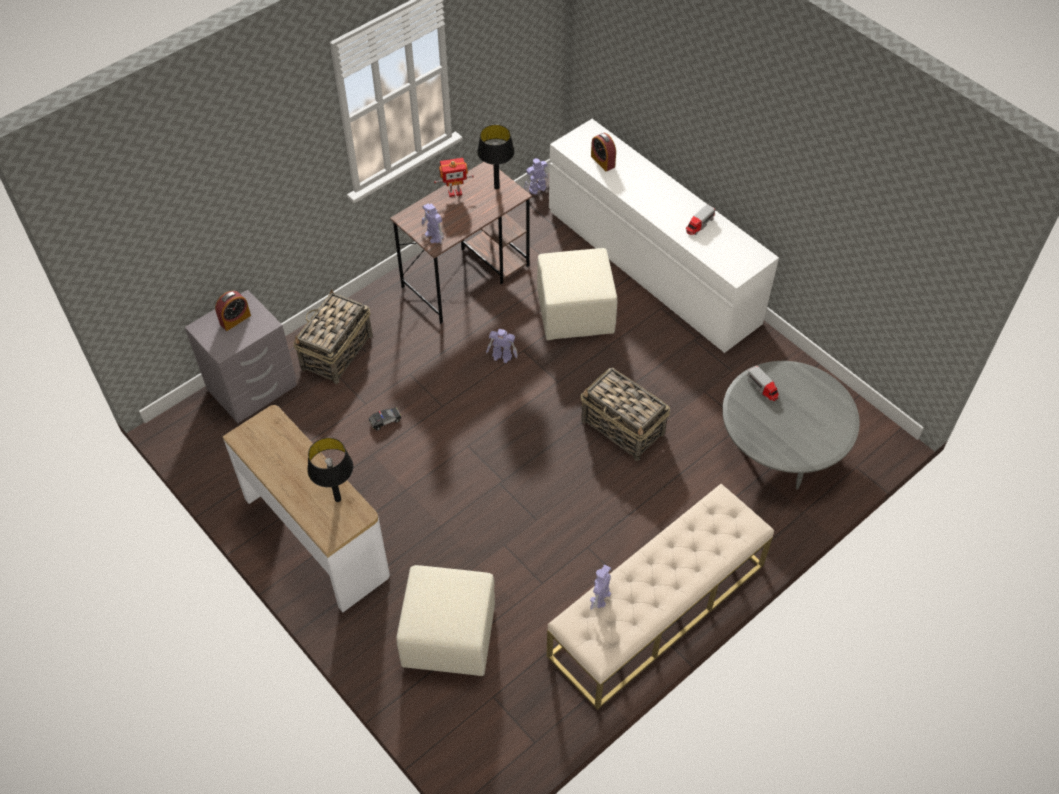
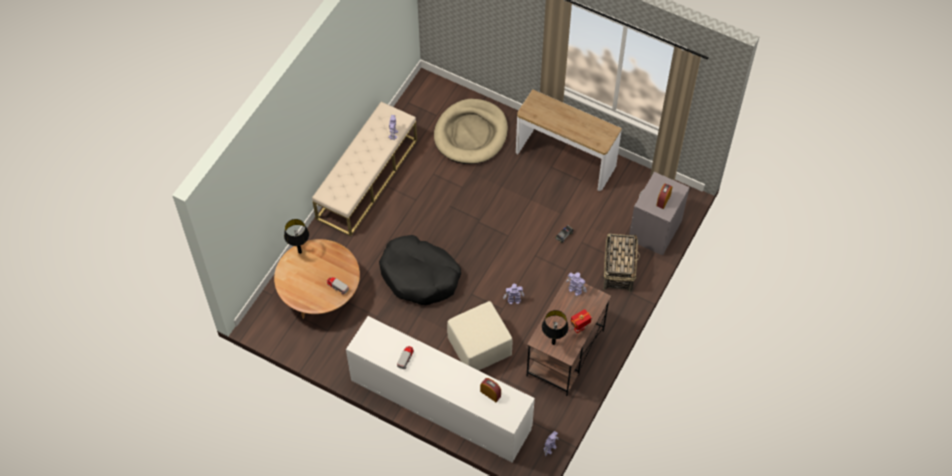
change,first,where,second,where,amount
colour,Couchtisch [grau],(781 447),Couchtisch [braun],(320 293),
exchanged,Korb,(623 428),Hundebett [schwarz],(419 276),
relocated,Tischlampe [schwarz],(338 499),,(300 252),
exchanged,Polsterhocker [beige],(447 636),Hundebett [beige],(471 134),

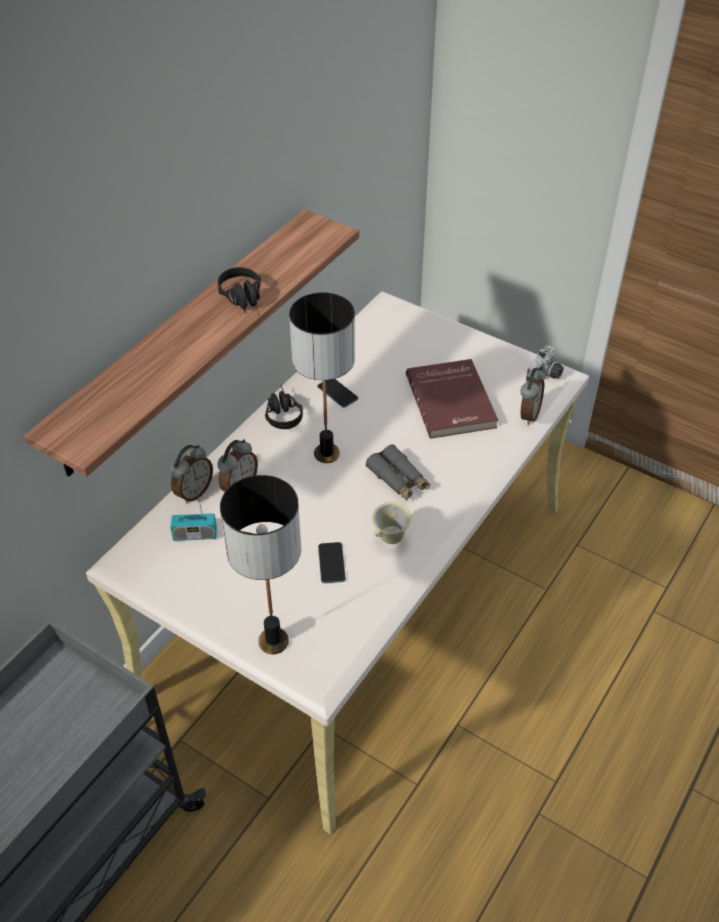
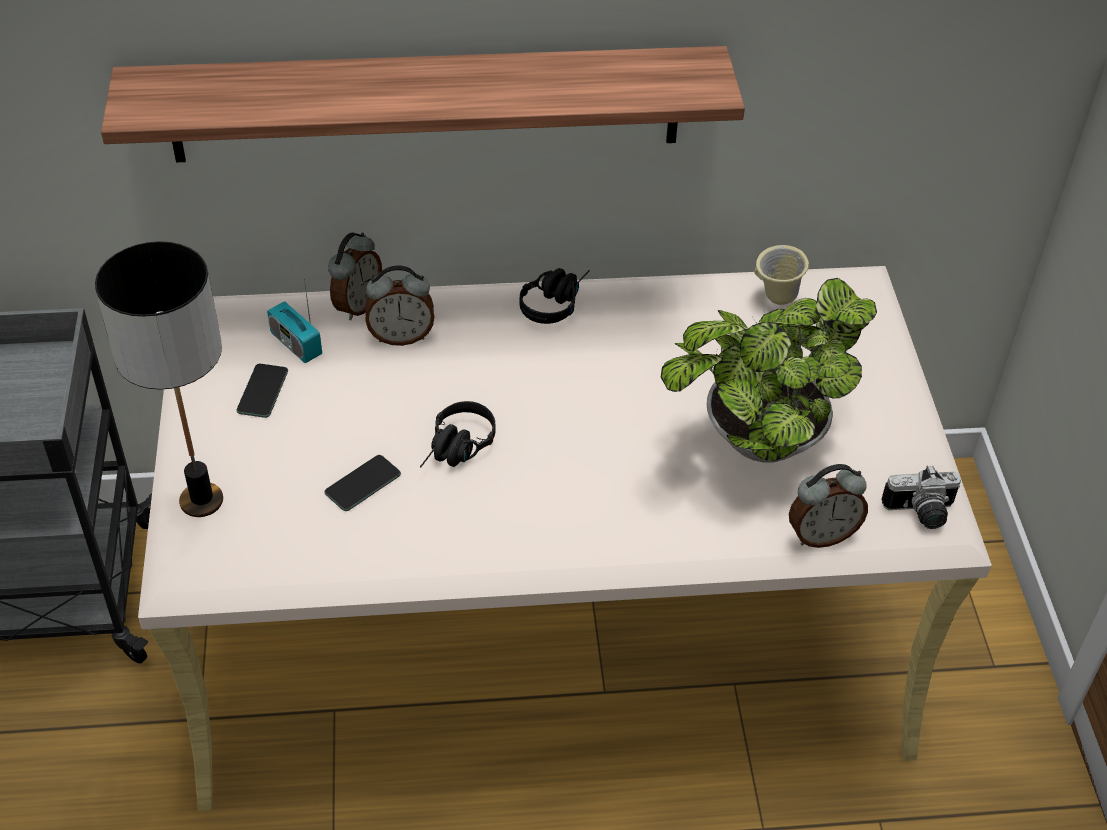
change,first,where,second,where,amount
relocated,Kopfhörer [schwarz],(244 300),,(457 450),
missing,Tischlampe,(326 454),,,
exchanged,Buch [rot],(452 401),Topfpflanze,(755 443),
relocated,Handy,(337 393),,(262 391),
spun,Wecker,(193 492),,(356 305),60 degrees counterclockwise
missing,Fernglas [grau],(398 479),,,
relocated,Henkelbecher [beige],(390 540),,(776 299),

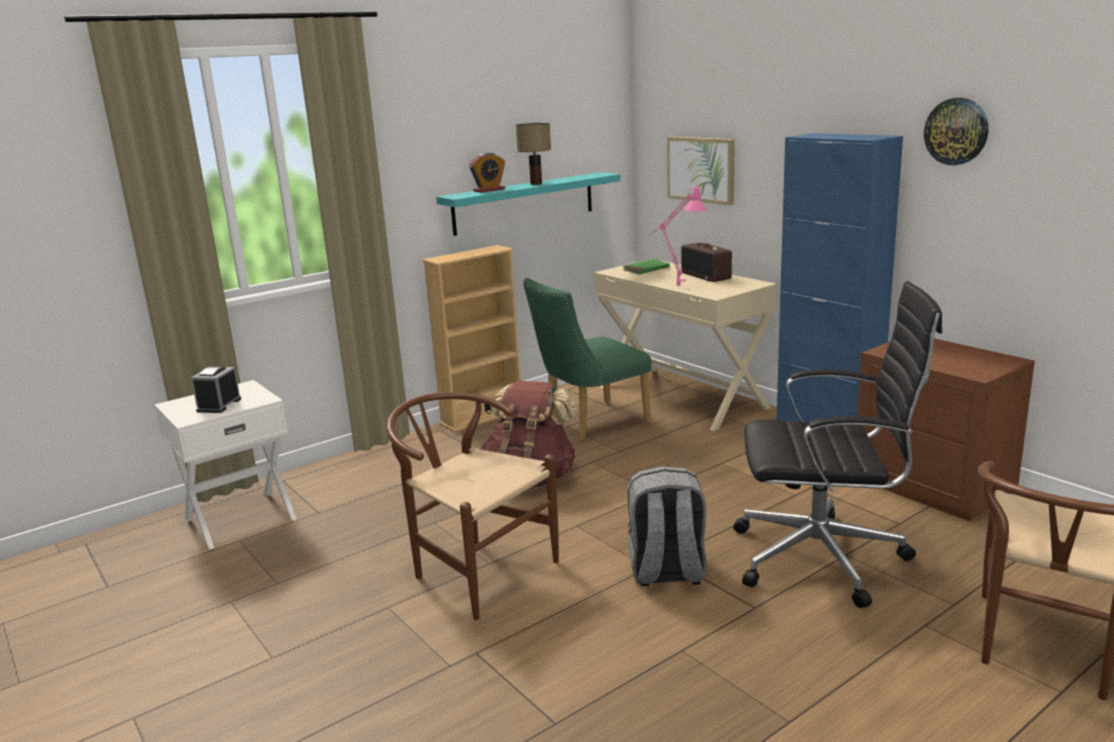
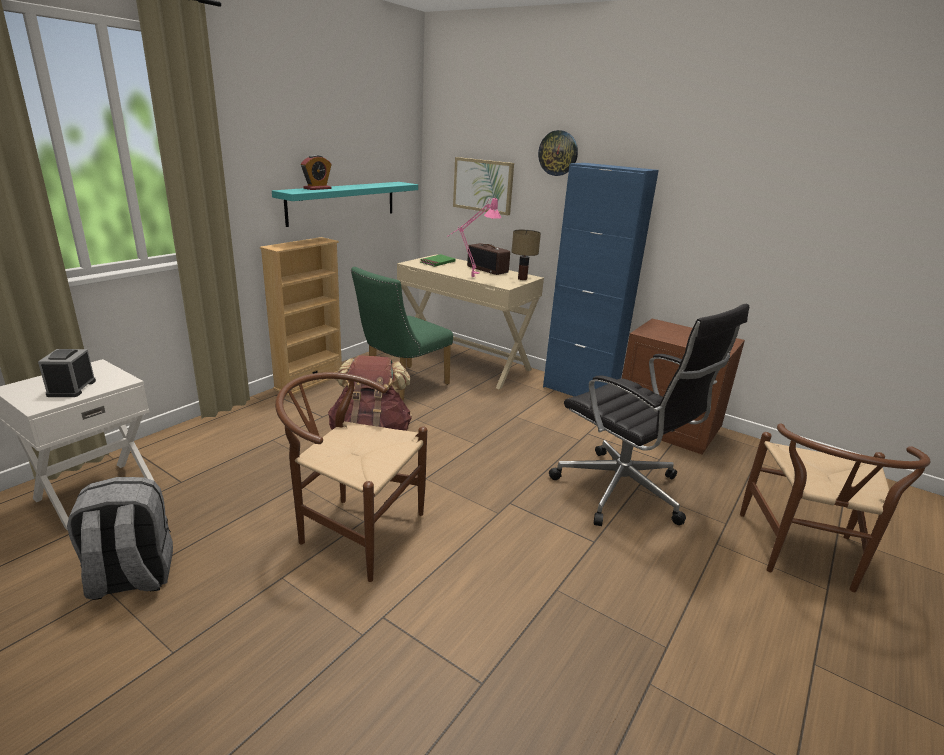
change,first,where,second,where,amount
relocated,Wanduhr,(956 131),,(558 153),
relocated,Tischlampe,(536 183),,(523 279),
spun,Bürostuhl [schwarz],(824 558),,(623 492),60 degrees clockwise
relocated,Rucksack [grau],(666 572),,(131 578),

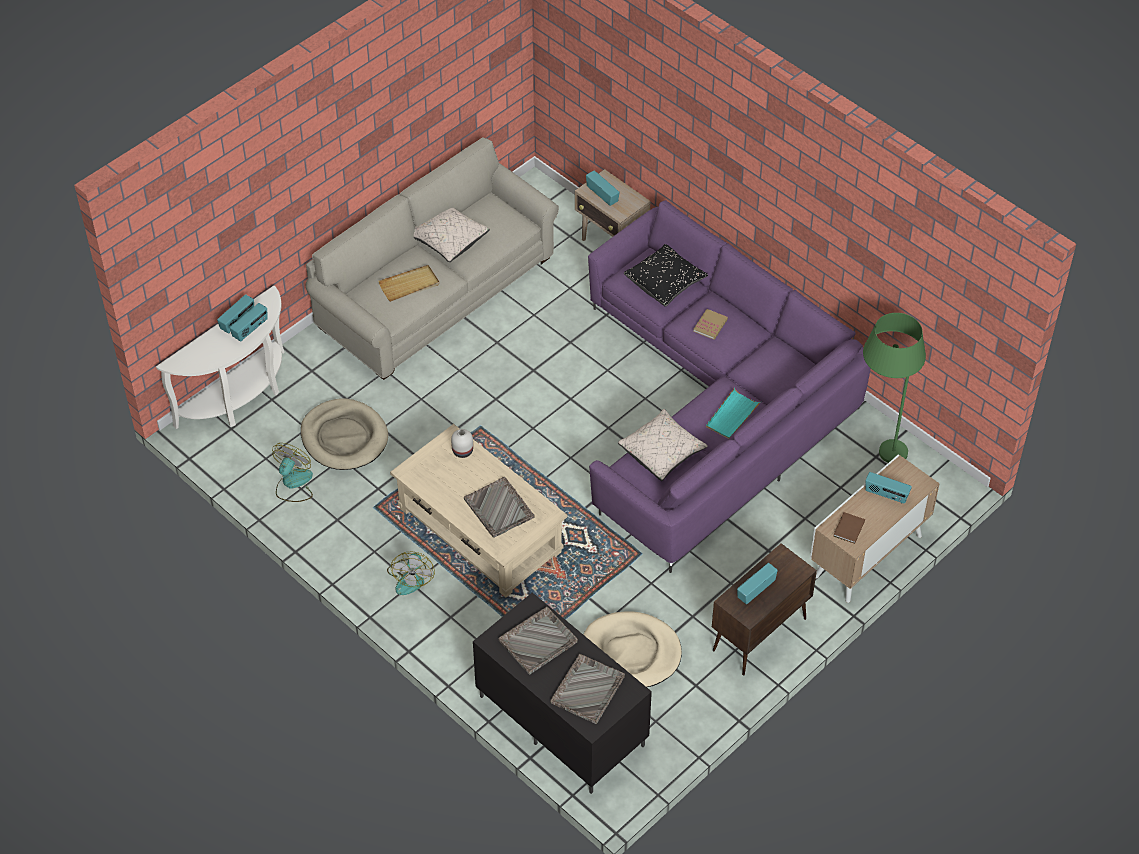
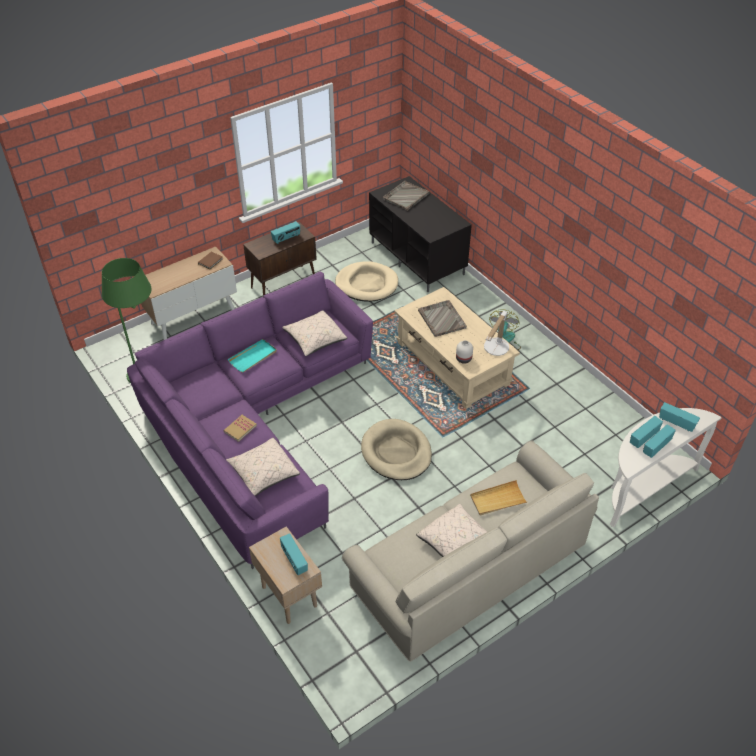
change,first,where,second,where,amount
colour,Kissen [schwarz],(665 282),Kissen [beige],(263 474),
relocated,Hundebett [beige],(344 437),,(396 452),
missing,Ventilator,(293 484),,,
relocated,Radio,(886 495),,(676 423),
missing,Tablett [grau],(538 641),,,
appeared,,,Tischlampe,(495 349),

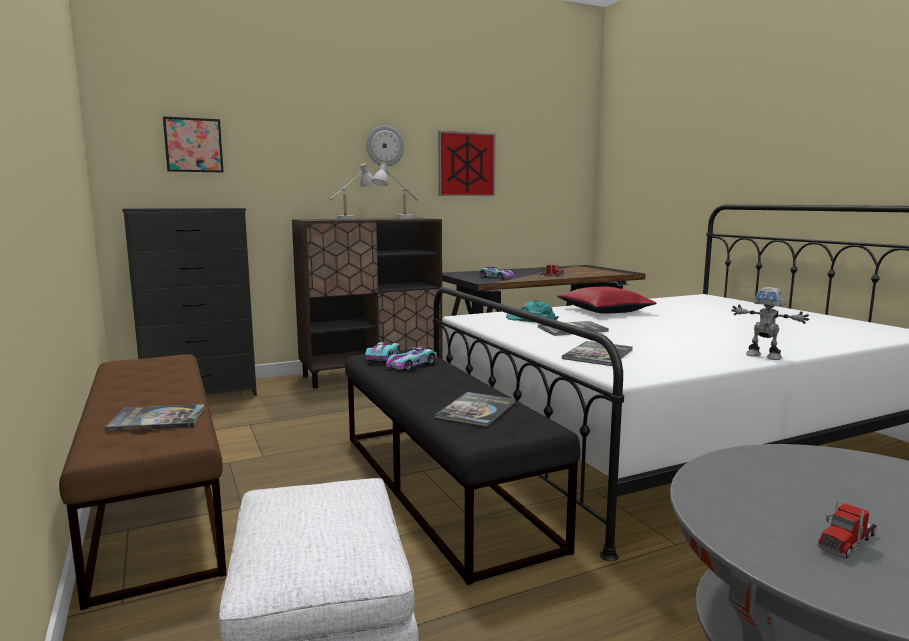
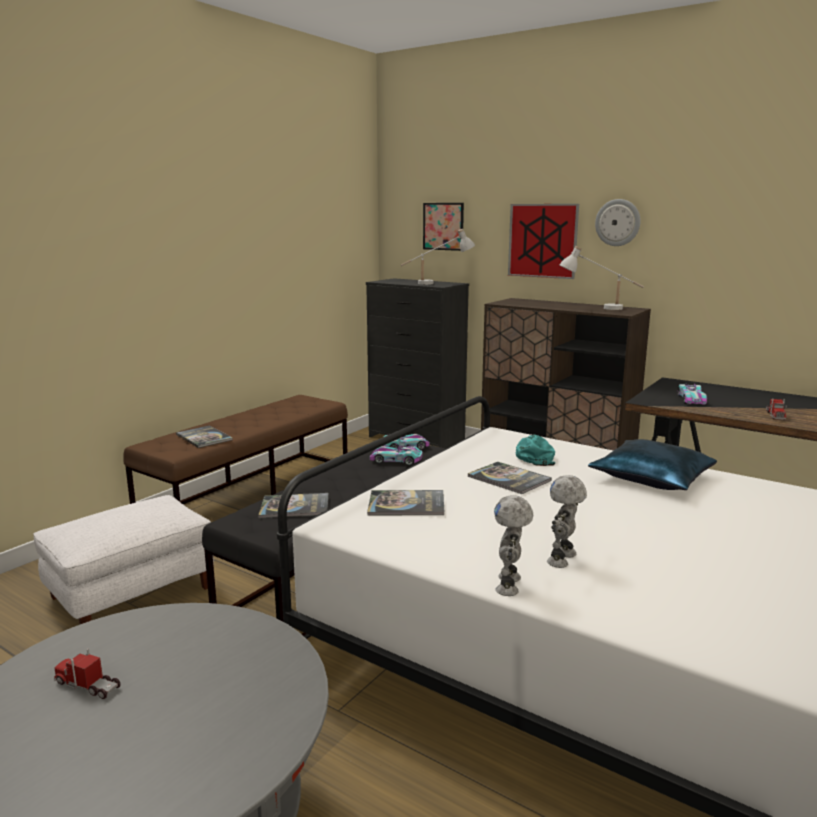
change,first,where,second,where,amount
relocated,Bild,(466 164),,(542 240),
relocated,Tischlampe [weiß],(352 219),,(437 283),
colour,Kissen [rot],(605 311),Kissen [blau],(651 477),
appeared,,,Spielzeugroboter,(563 559),

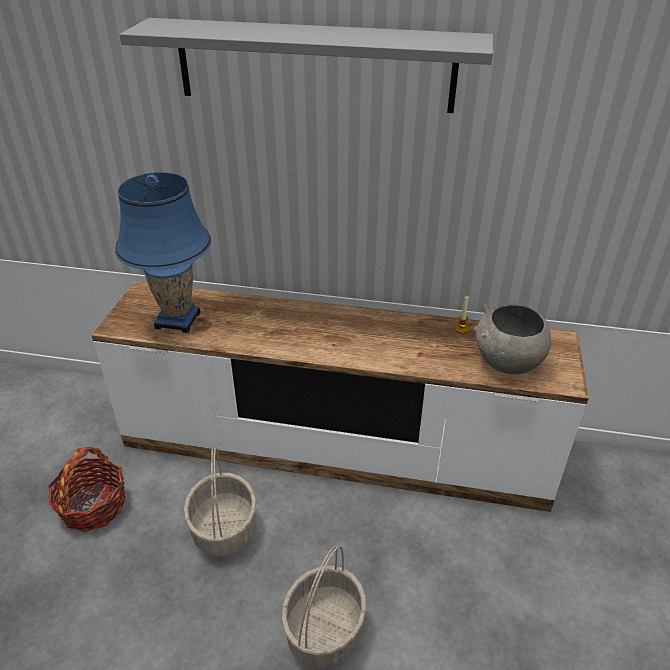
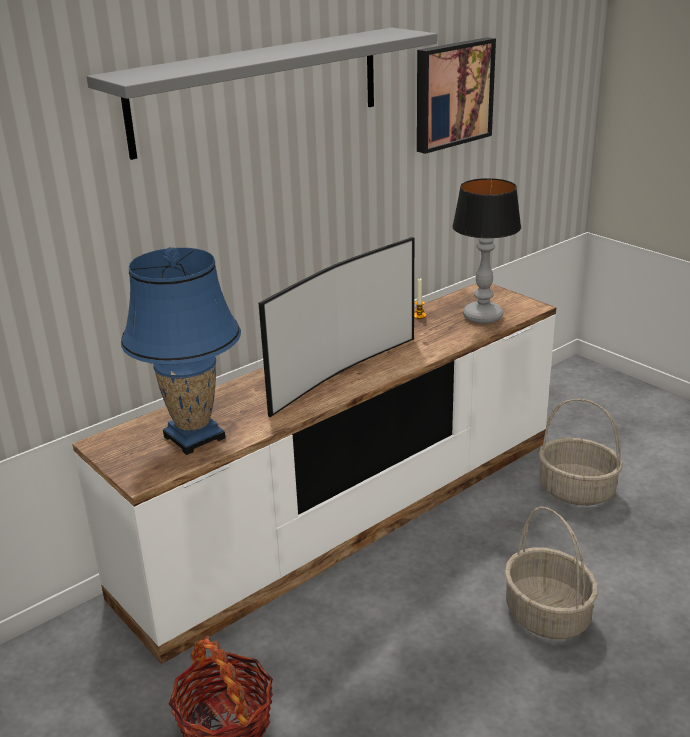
change,first,where,second,where,amount
exchanged,Schüssel [grau],(507 363),Tischlampe,(483 317),
relocated,Korb,(223 528),,(575 490),
appeared,,,Bild,(451 94),
appeared,,,Fernseher,(340 372),

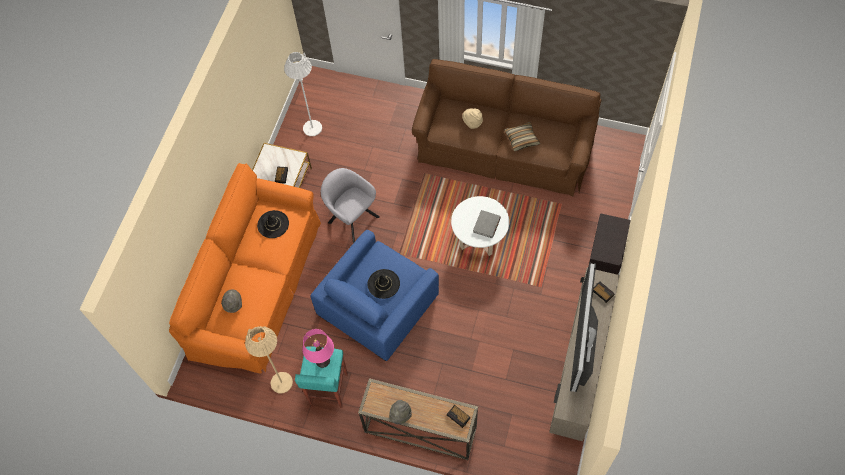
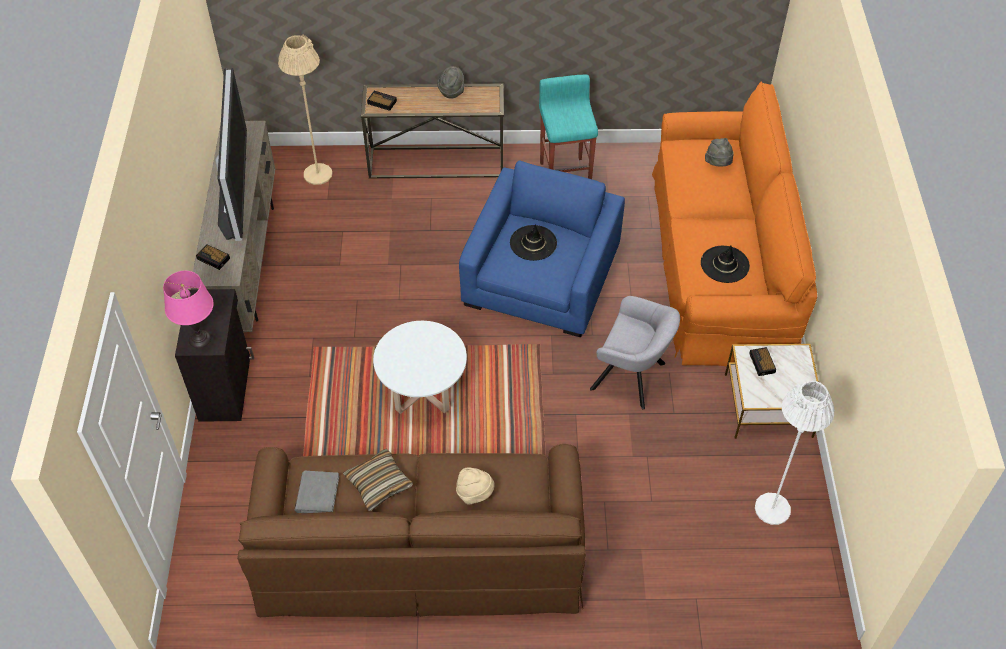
change,first,where,second,where,amount
relocated,Buch [grau],(486 225),,(317 494),
relocated,Stehlampe [beige],(281 382),,(318 174),
relocated,Tischlampe [rosa],(322 360),,(199 339),

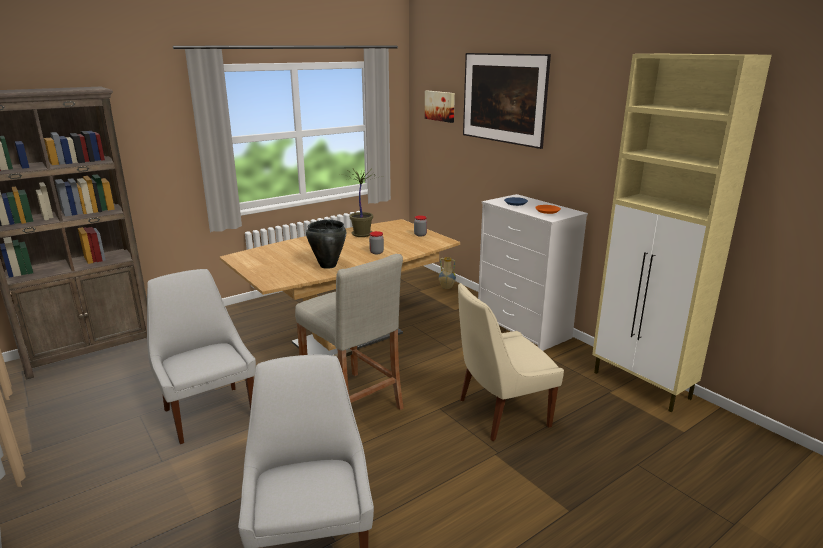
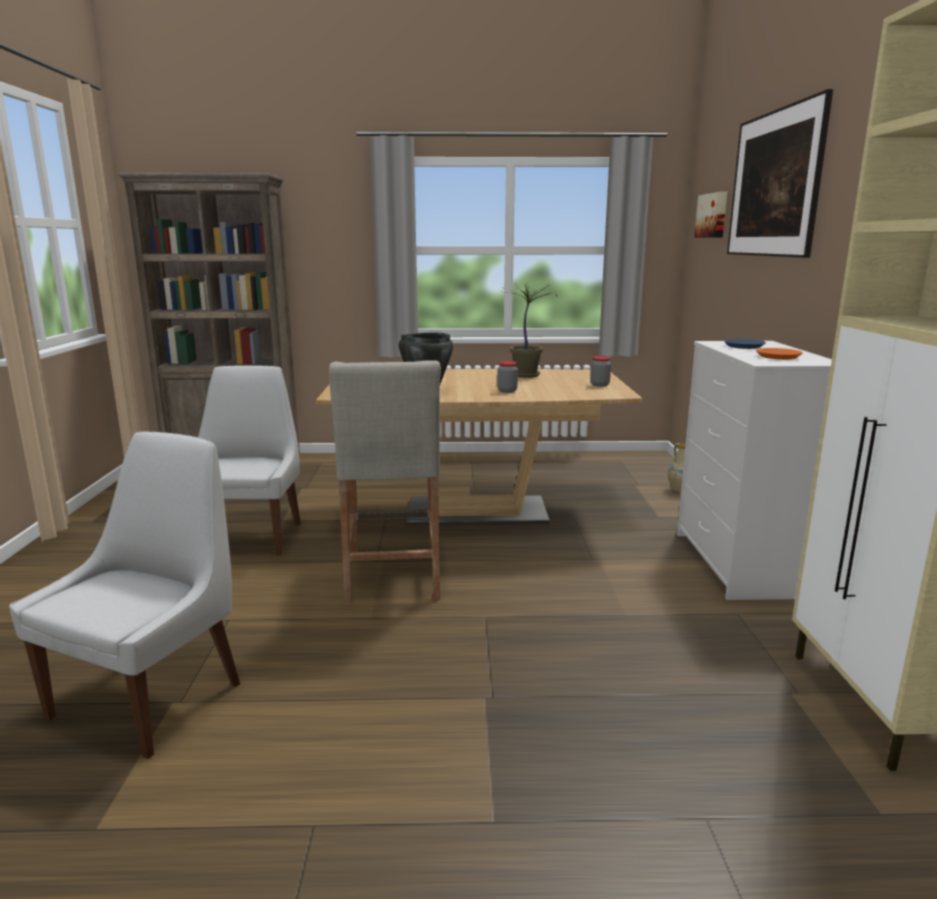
change,first,where,second,where,amount
missing,Stuhl [beige],(500 413),,,

